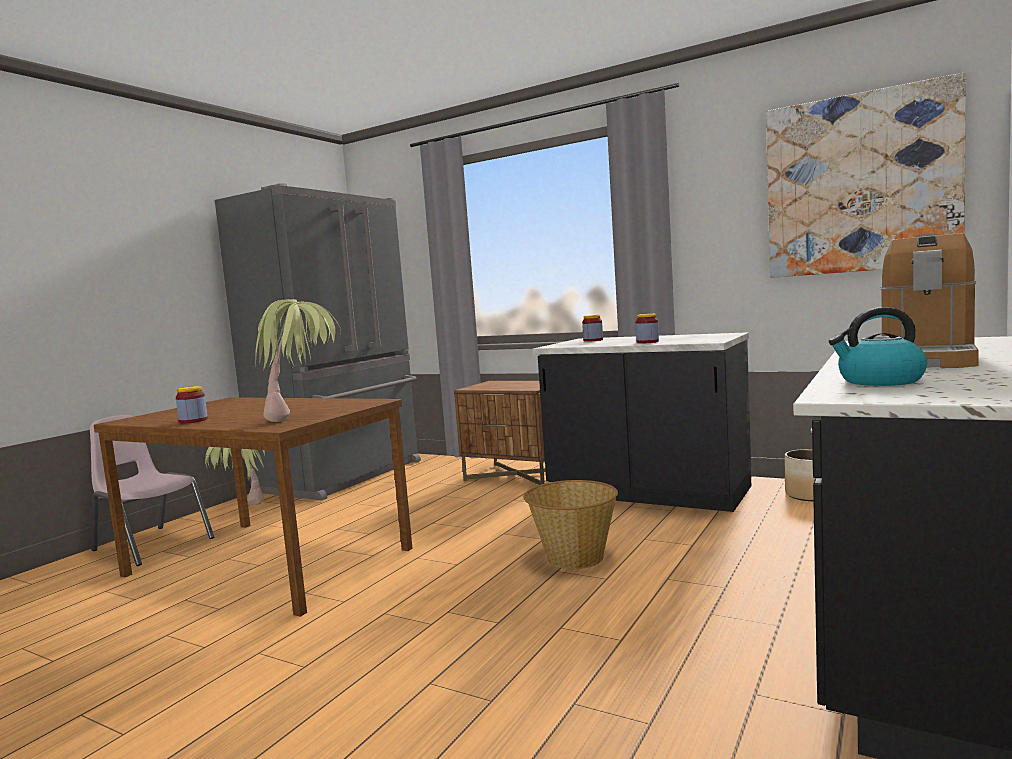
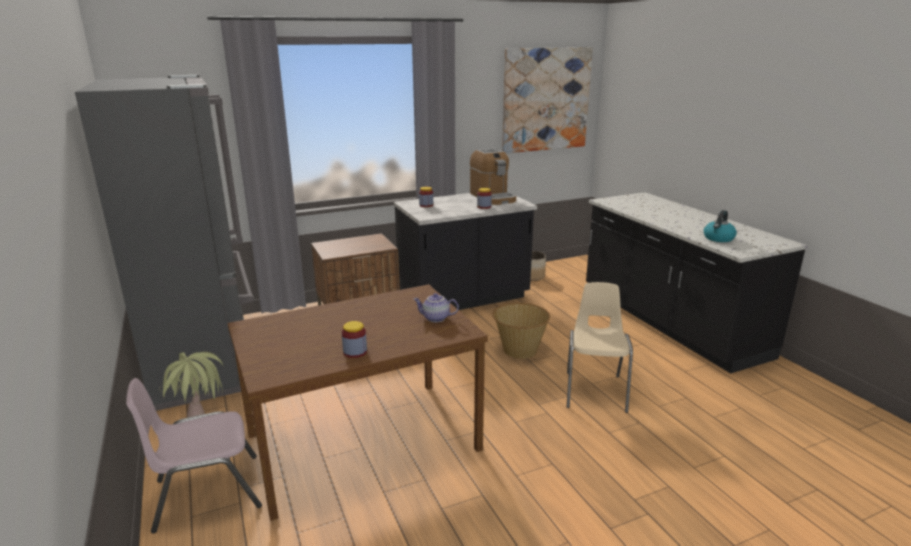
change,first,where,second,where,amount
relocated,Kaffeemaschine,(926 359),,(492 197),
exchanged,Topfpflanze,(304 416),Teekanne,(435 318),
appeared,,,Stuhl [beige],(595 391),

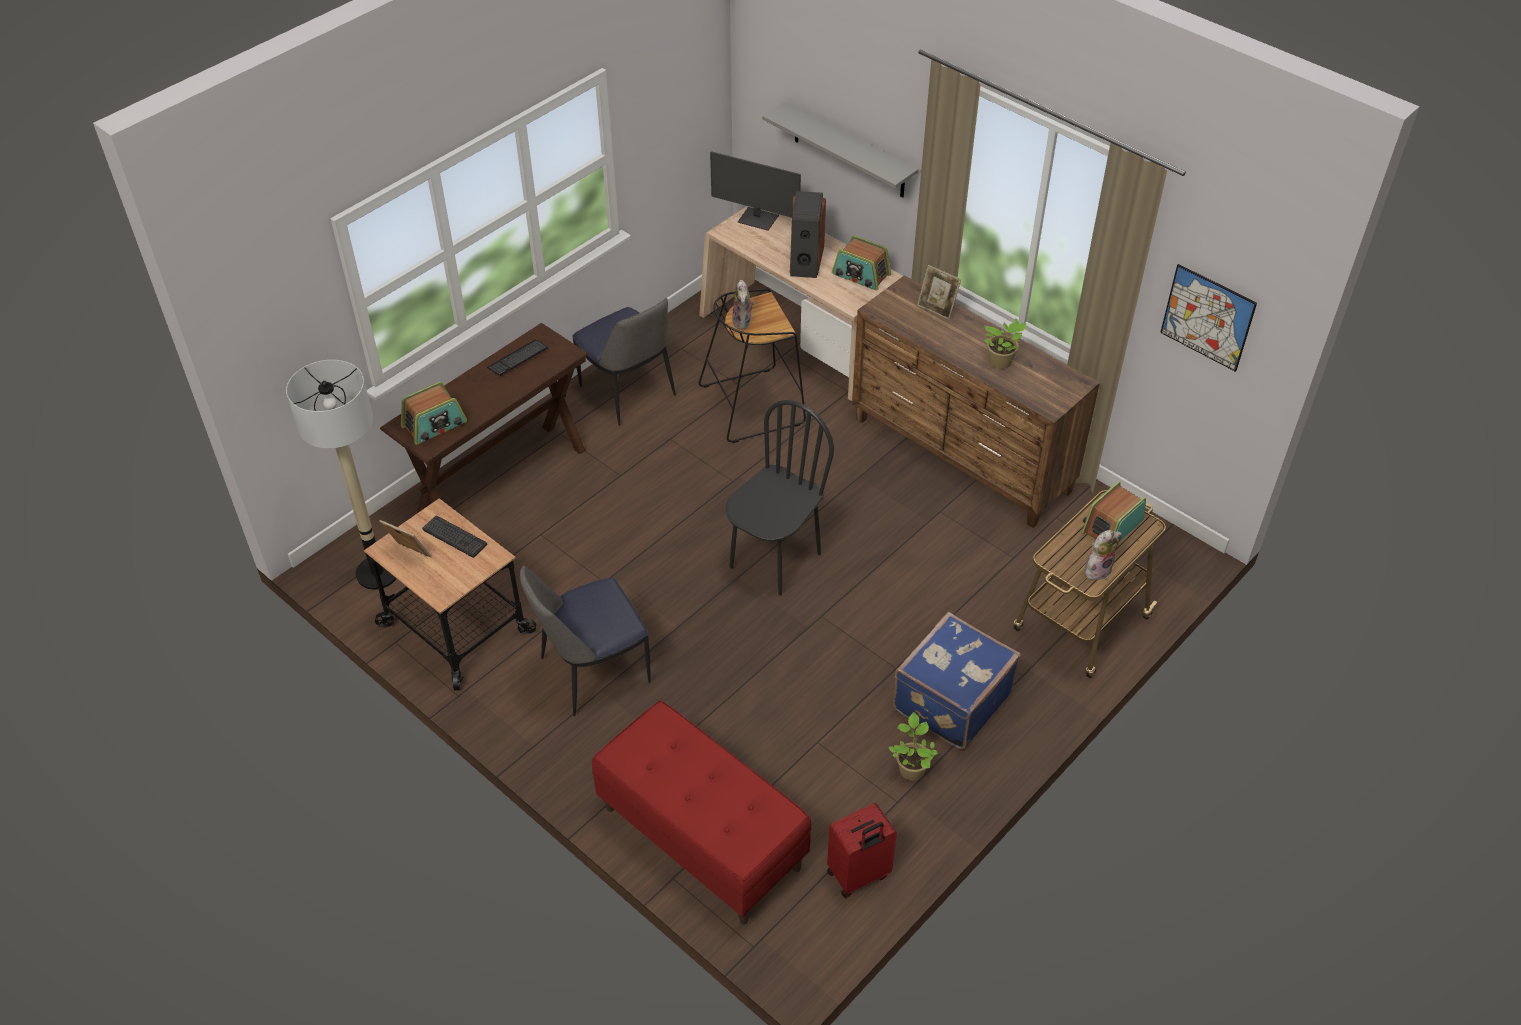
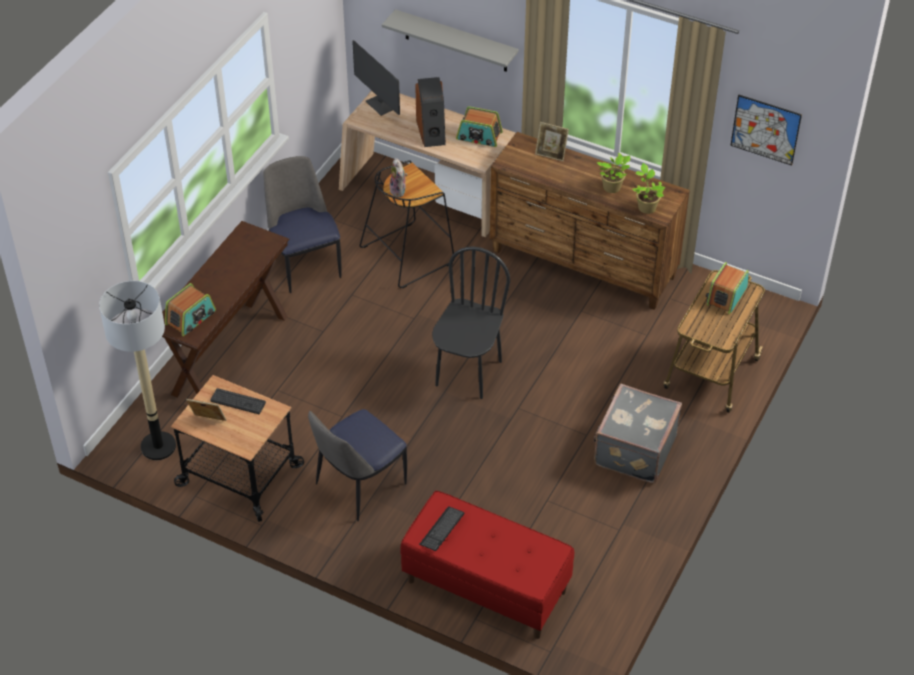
change,first,where,second,where,amount
spun,Monitor,(757 219),,(381 104),45 degrees clockwise
spun,Stuhl,(628 393),,(304 264),150 degrees counterclockwise
relocated,Tastatur,(517 359),,(442 529),
missing,Plüschtier,(1097 569),,,
colour,Koffer [blau],(949 700),Koffer [grau],(633 450),
relocated,Topfpflanze,(911 768),,(646 207),
missing,Koffer [rot],(859 875),,,

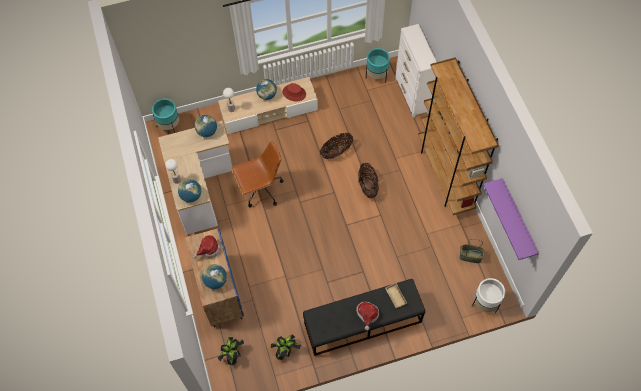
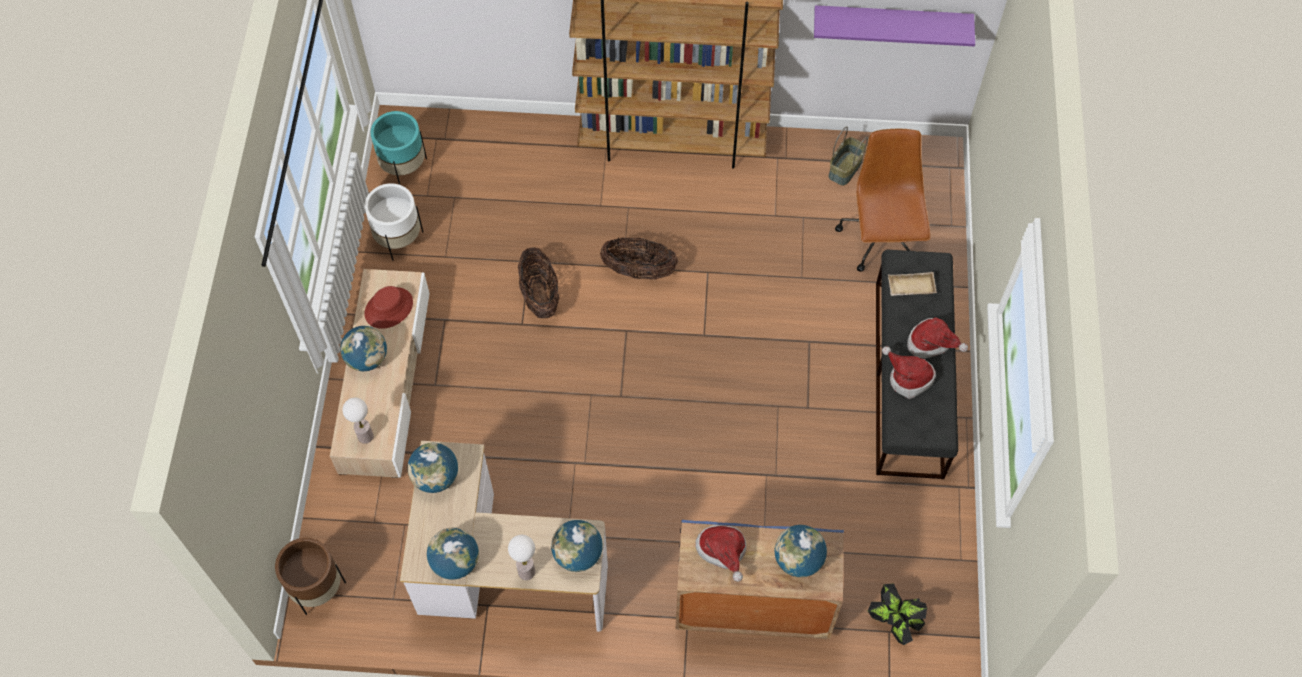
change,first,where,second,where,amount
missing,Kommode [weiß],(412 95),,,
colour,Pflanzkübel [türkis],(169 125),Pflanzkübel [braun],(317 588),
relocated,Bürostuhl [braun],(261 190),,(881 240),
relocated,Pflanzkübel [weiß],(485 303),,(399 239),
missing,Topfpflanze,(286 350),,,
appeared,,,Hut,(907 377),
appeared,,,Globus,(455 562),

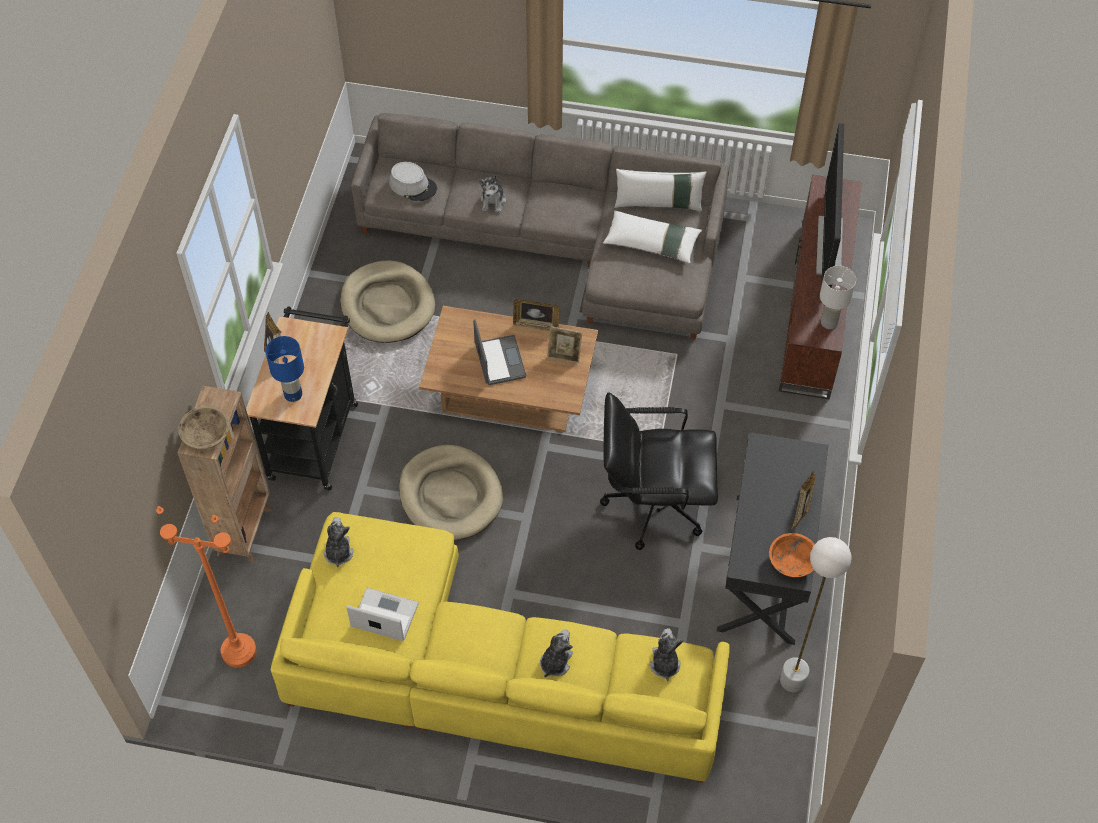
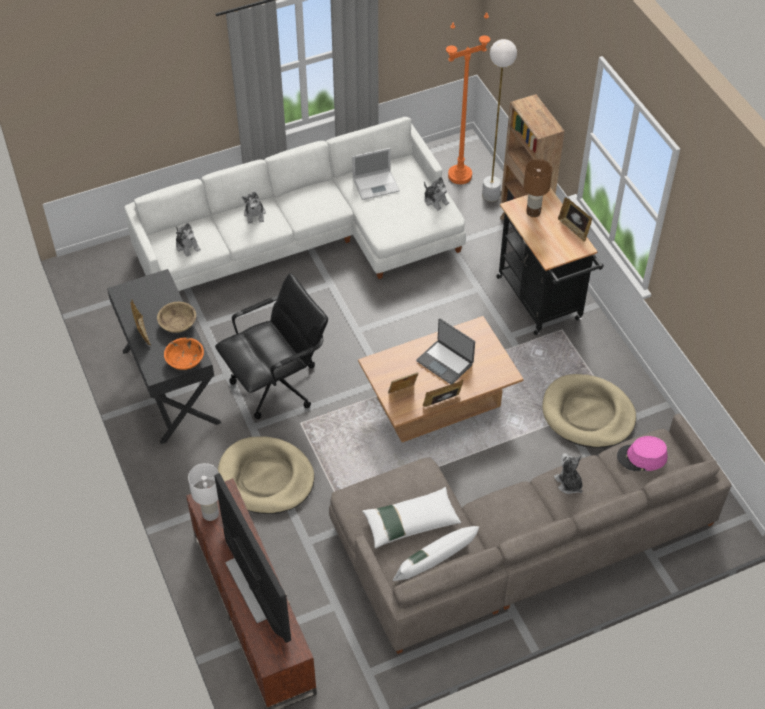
change,first,where,second,where,amount
colour,Hut [grau],(413 186),Hut [rosa],(642 457),
colour,Tischlampe [blau],(293 395),Tischlampe [braun],(533 212),
relocated,Schüssel [beige],(206 435),,(178 324),
relocated,Hundebett [beige],(450 495),,(266 478),
colour,Sofa [gelb],(482 673),Sofa [weiß],(310 236),
relocated,Schüssel [orange],(791 562),,(185 360),
relocated,Stehlampe [weiß],(793 680),,(490 195),

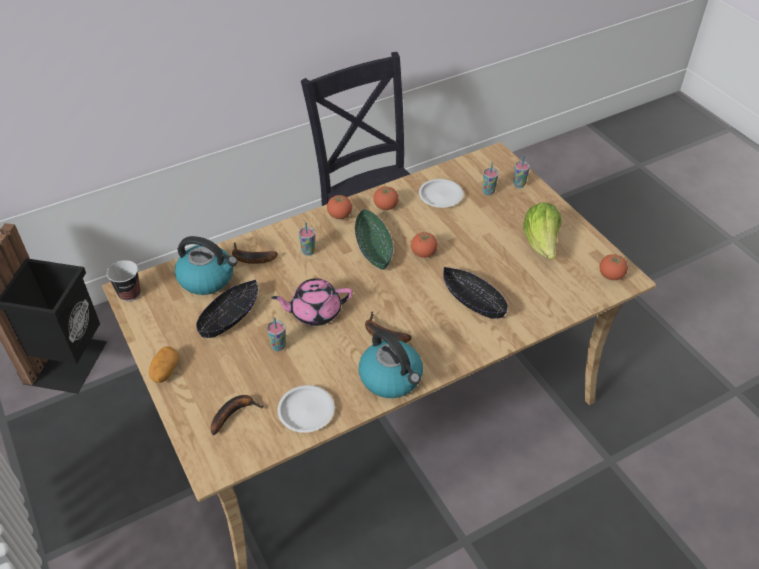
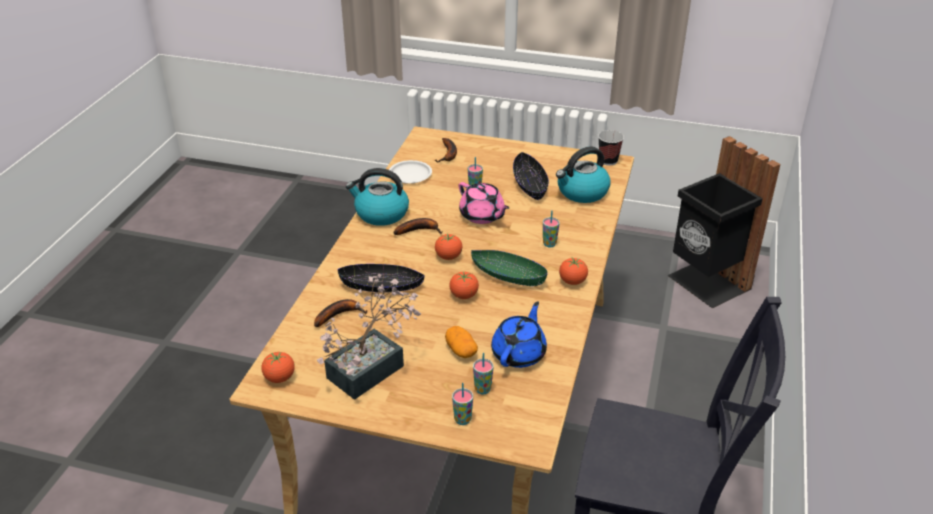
change,first,where,second,where,amount
exchanged,Teller [weiß],(440 196),Teekanne [blau],(519 353),
relocated,Tomate,(385 207),,(448 257),
exchanged,Salatkopf,(541 244),Topfpflanze,(373 368),
relocated,Banane,(250 258),,(339 315),
spun,Teekanne [rosa],(315 312),,(482 216),105 degrees clockwise
relocated,Kartoffel,(165 371),,(461 350),

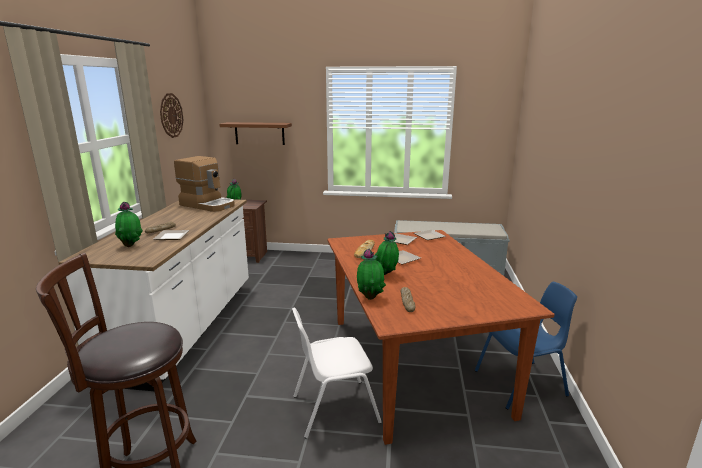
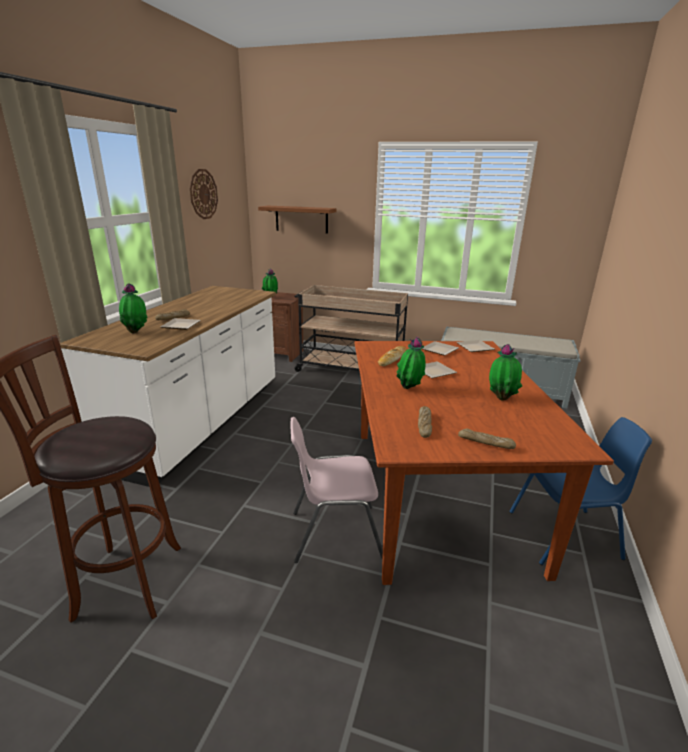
change,first,where,second,where,amount
missing,Kaffeemaschine,(208 205),,,
relocated,Topfpflanze,(370 297),,(501 398),
colour,Stuhl [weiß],(333 408),Stuhl [rosa],(334 533),
appeared,,,Rollwagen [beige],(350 370),
appeared,,,Brot,(485 443),

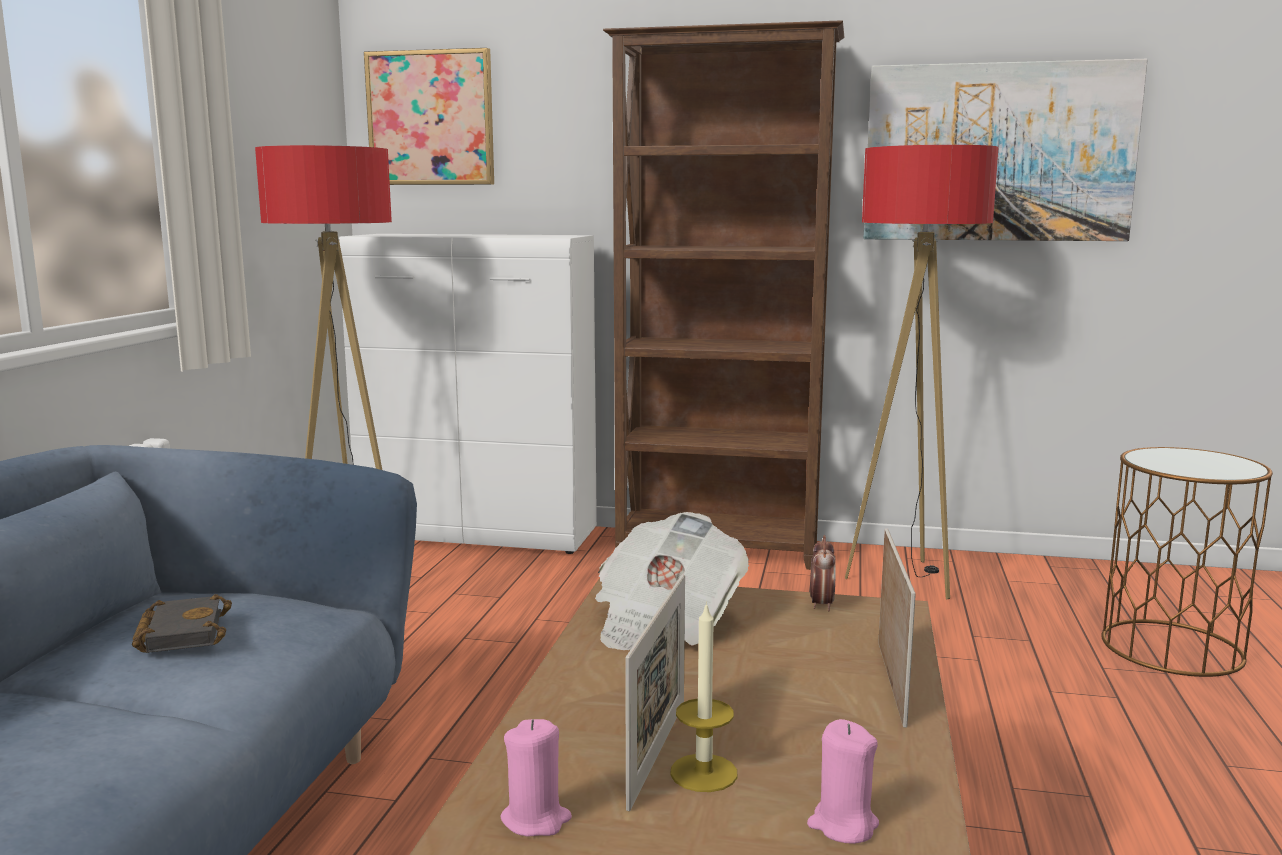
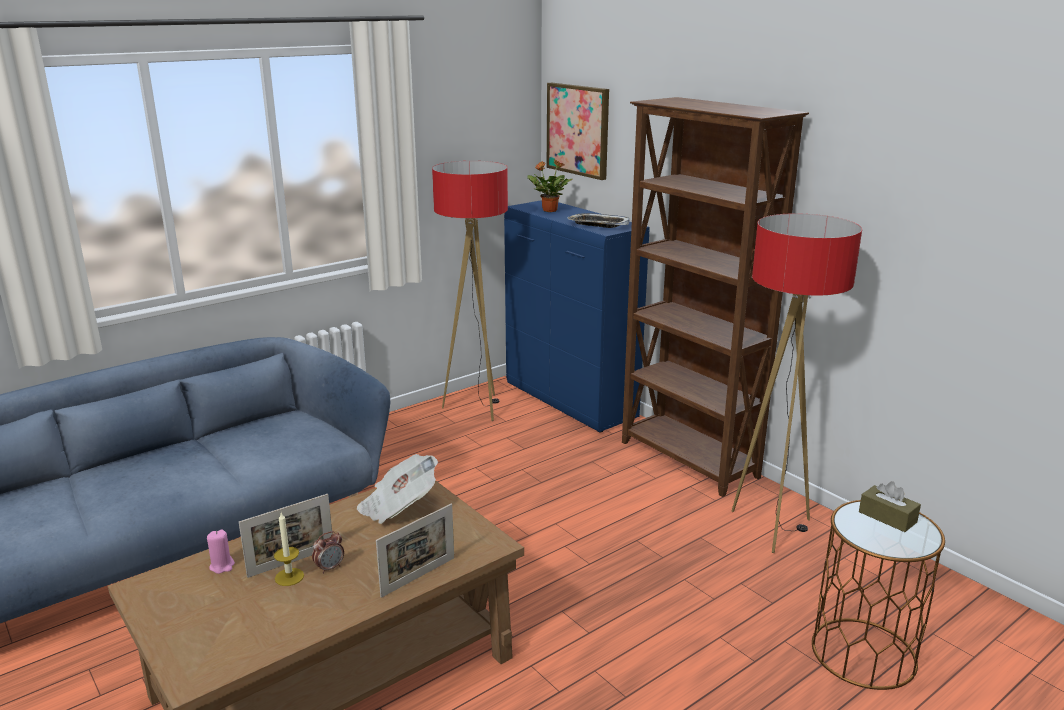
change,first,where,second,where,amount
missing,Bild,(998 153),,,
colour,Schrank [weiß],(481 536),Schrank [blau],(571 402),
relocated,Wecker,(821 604),,(330 568),
missing,Buch [schwarz],(181 632),,,
missing,Kerze [rosa],(842 825),,,
appeared,,,Topfpflanze,(549 210),
appeared,,,Tablett,(598 225),
appeared,,,Taschentuchbox [braun],(887 517),

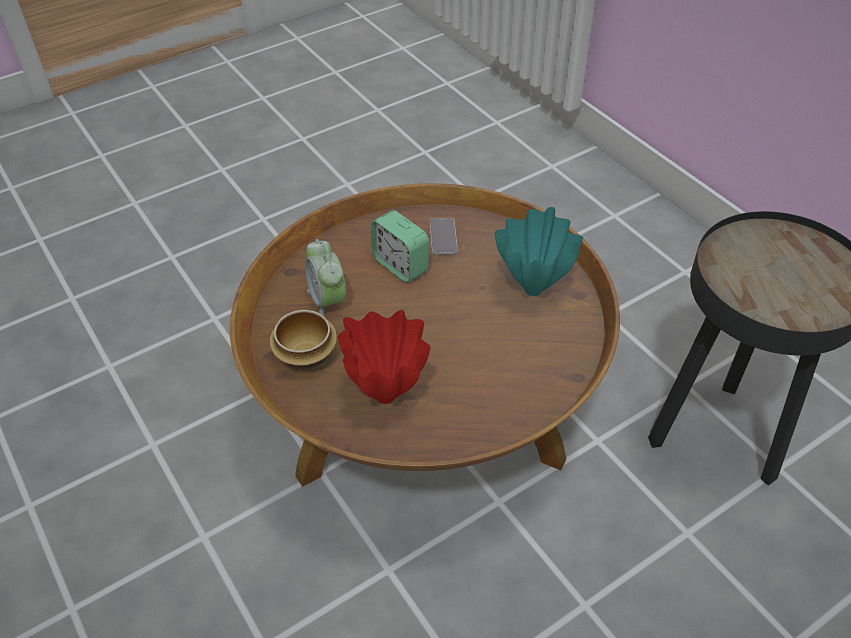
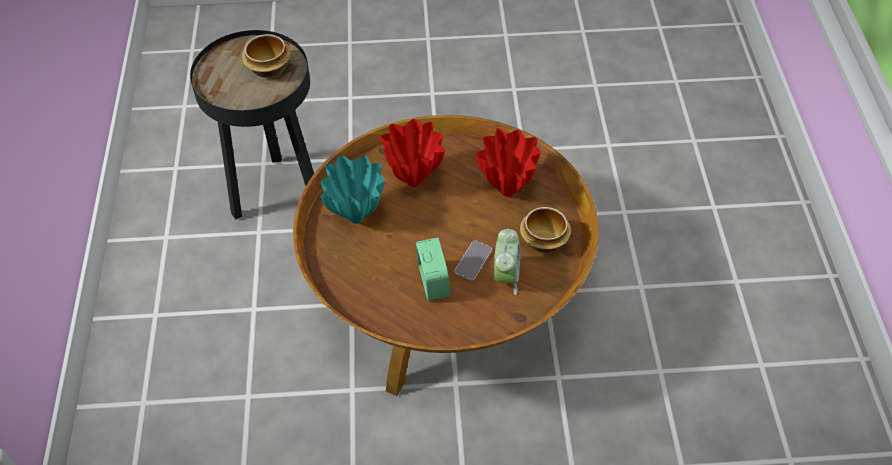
change,first,where,second,where,amount
relocated,Handy,(443 237),,(473 261),
appeared,,,Schüssel,(270 69),
appeared,,,Vase [rot],(415 181),

